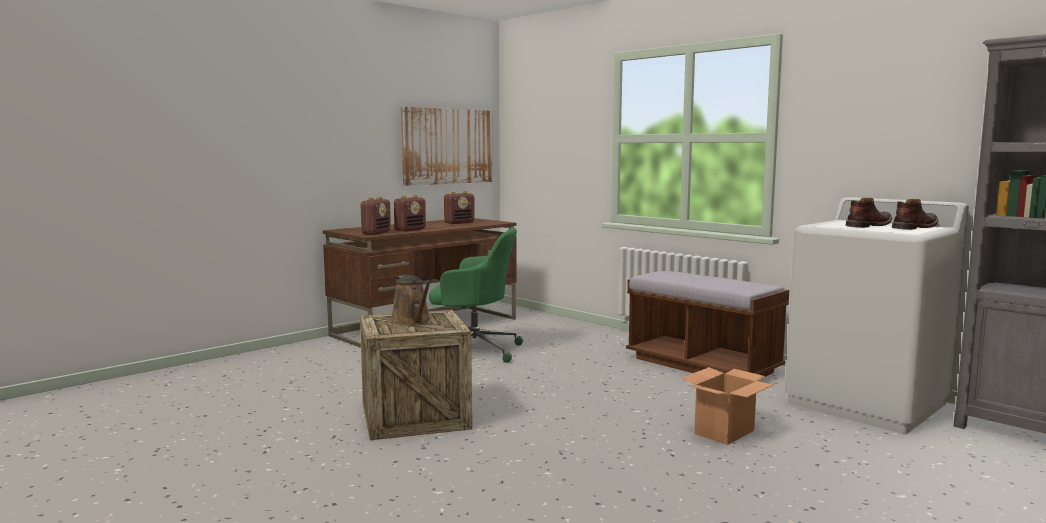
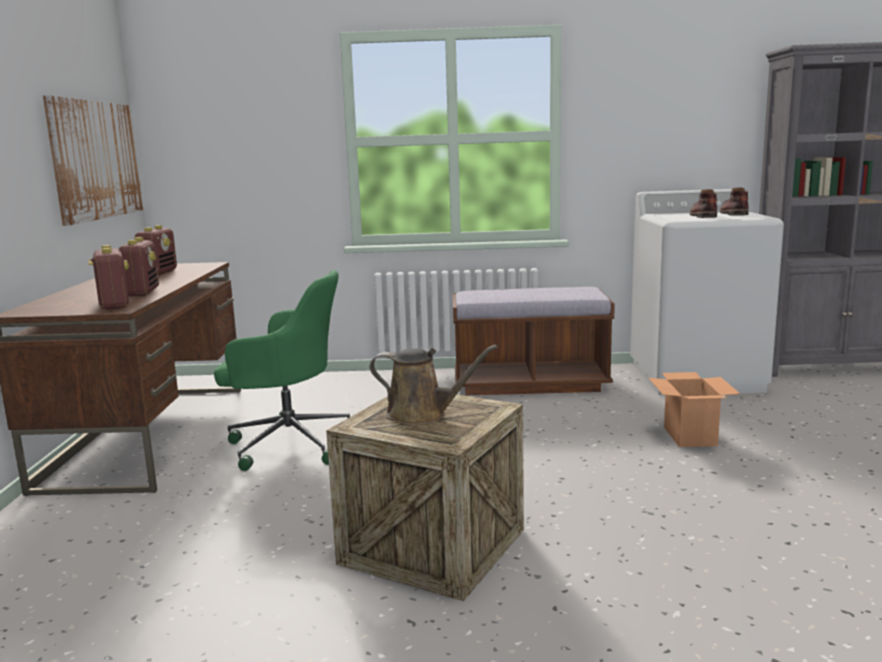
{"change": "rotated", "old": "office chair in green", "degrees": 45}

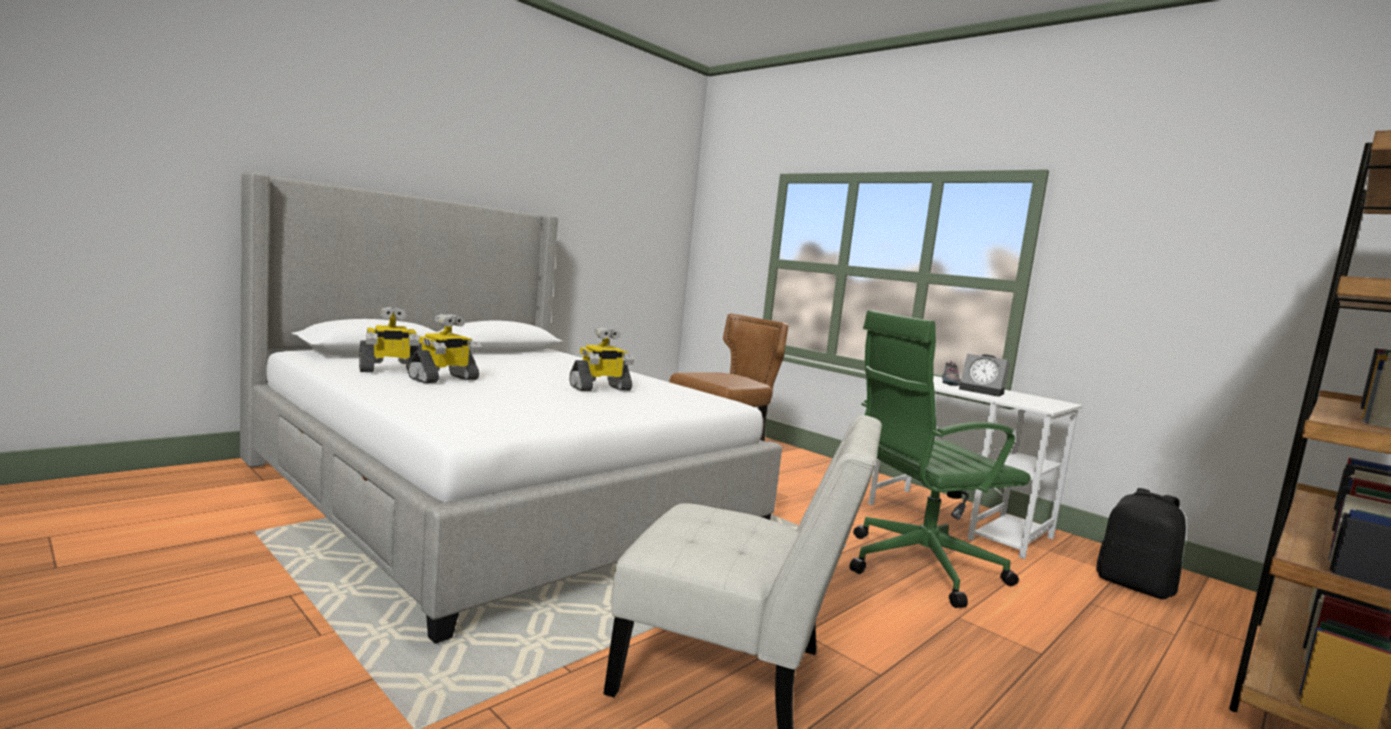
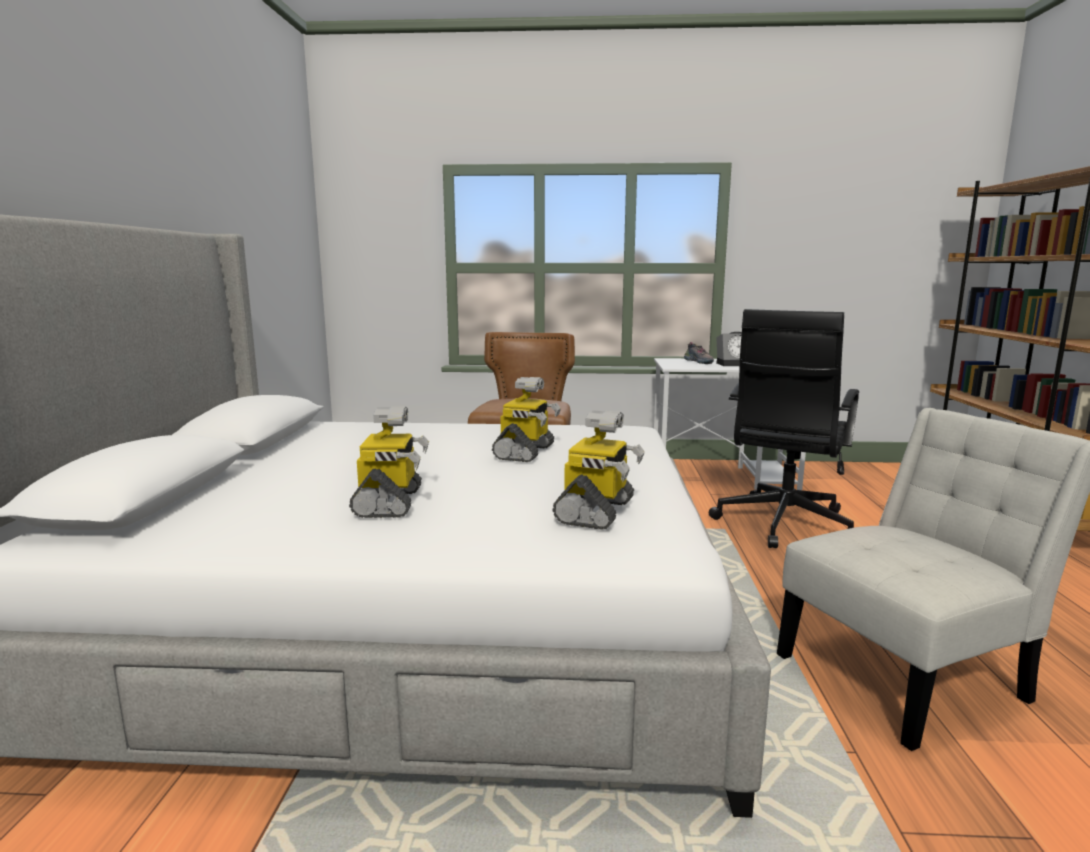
{"change": "shifted", "old": "toy robot (no. 1 from left in the first image)", "new": "toy robot (no. 3 from left)"}
{"change": "repainted", "old": "office chair in green", "new": "office chair in black"}
{"change": "gone", "old": "backpack in black"}

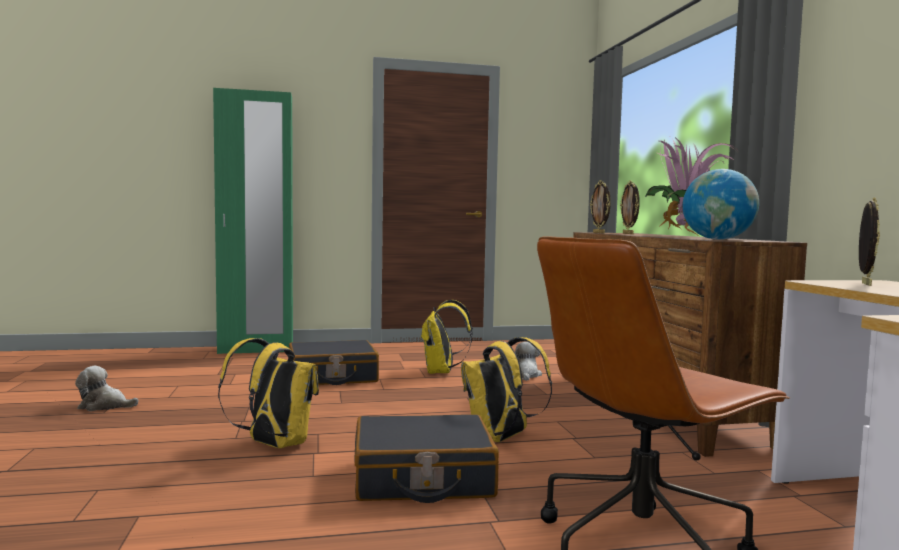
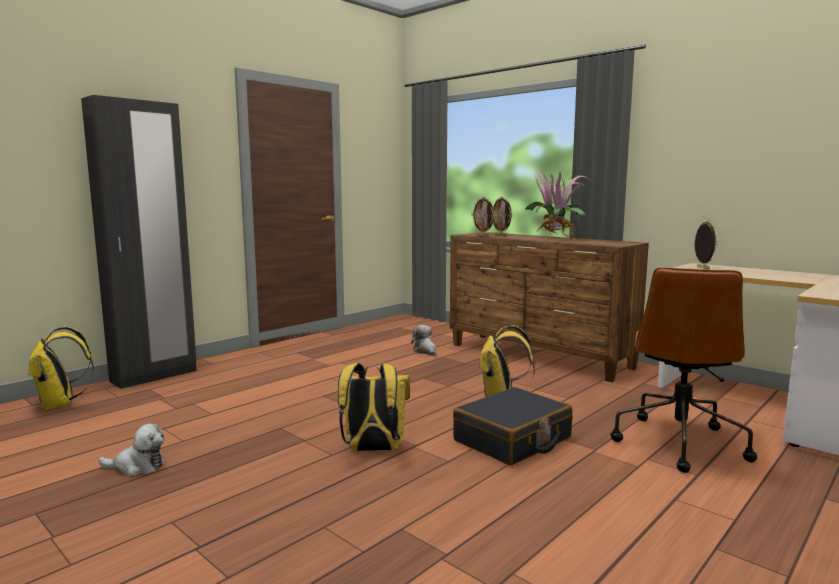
{"change": "rotated", "old": "plush toy (no. 1 from left)", "degrees": -150}
{"change": "repainted", "old": "wardrobe in green", "new": "wardrobe in black"}
{"change": "gone", "old": "suitcase in black (no. 1 from left)"}
{"change": "shifted", "old": "backpack in yellow (no. 2 from left in the first image)", "new": "backpack in yellow (no. 1 from left)"}
{"change": "gone", "old": "globe"}

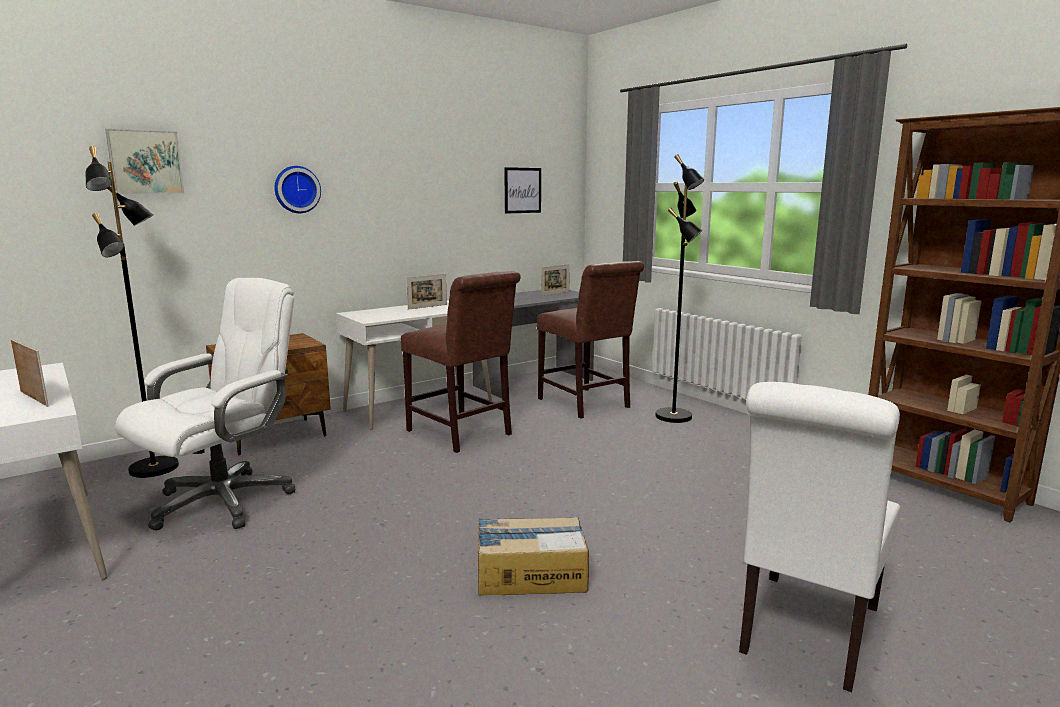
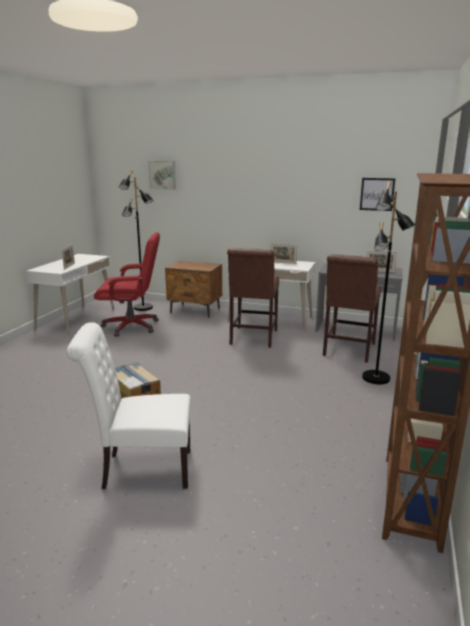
{"change": "repainted", "old": "office chair in white", "new": "office chair in red"}
{"change": "gone", "old": "wall clock"}

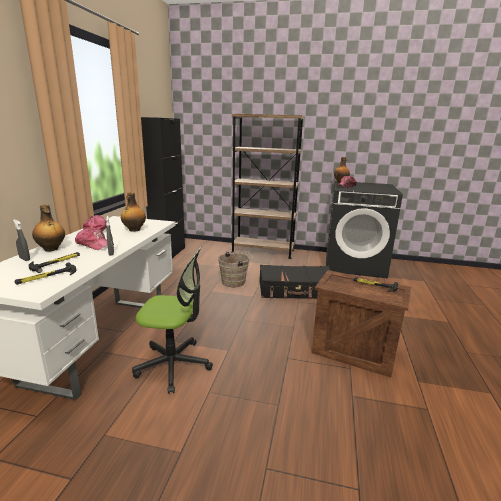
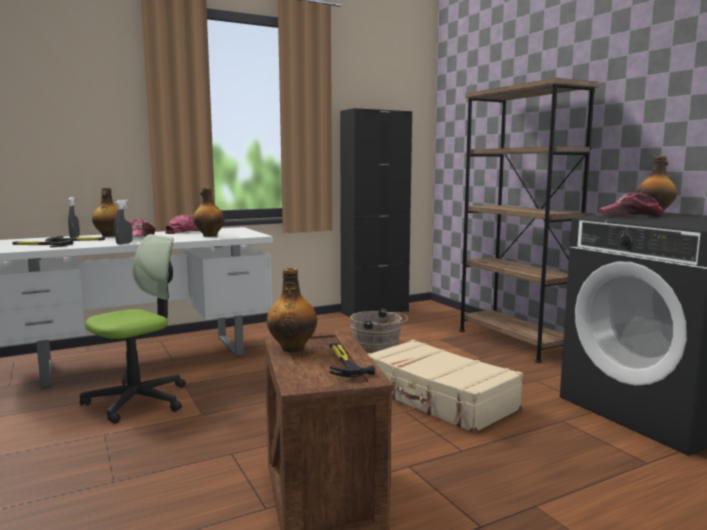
{"change": "rotated", "old": "office chair", "degrees": -105}
{"change": "repainted", "old": "suitcase in black", "new": "suitcase in beige"}
{"change": "new", "new": "bottle (no. 3 from left)"}

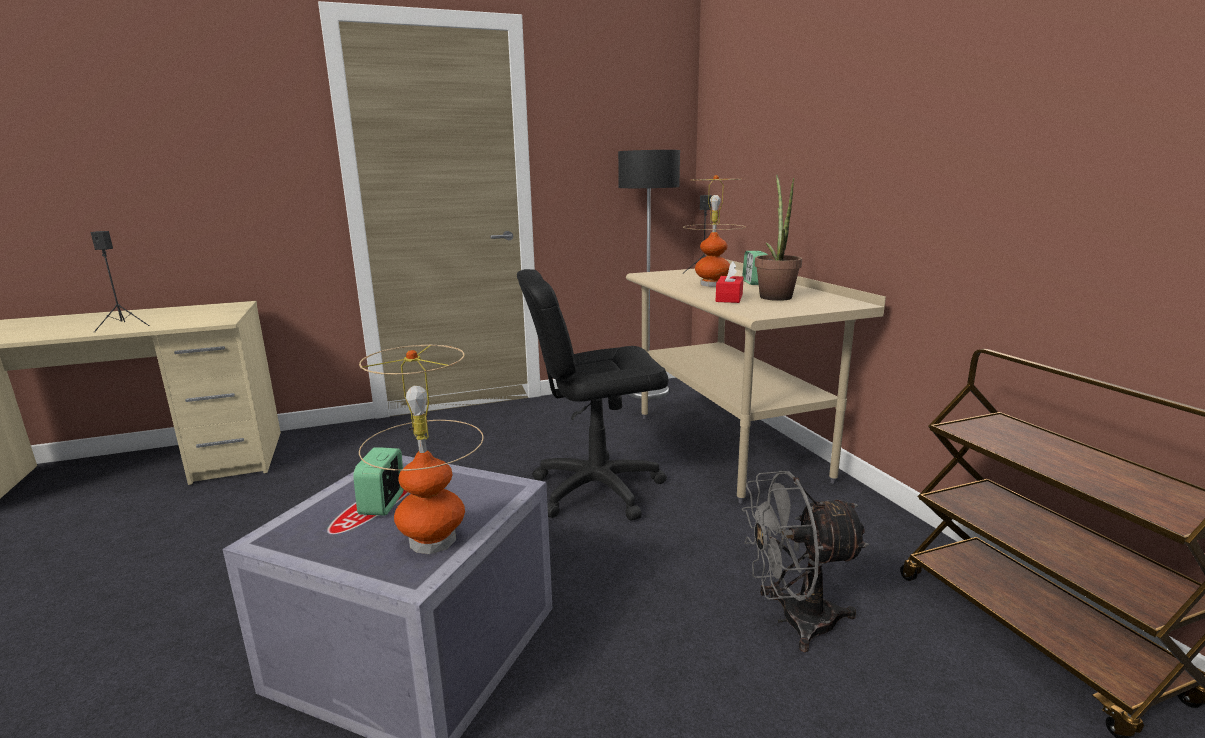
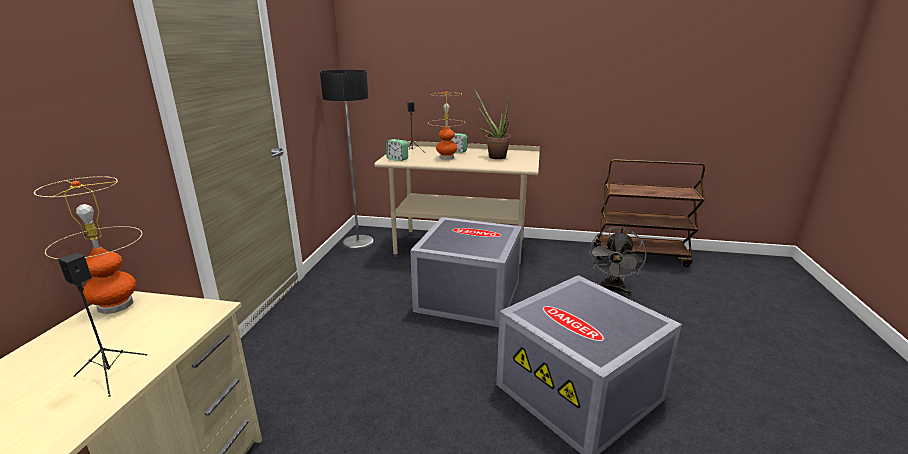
{"change": "shifted", "old": "alarm clock (no. 1 from left)"}
{"change": "shifted", "old": "table lamp (no. 1 from left)"}
{"change": "swapped", "old": "office chair in black", "new": "storage box in grey (no. 1 from left)"}
{"change": "gone", "old": "tissue box in red"}

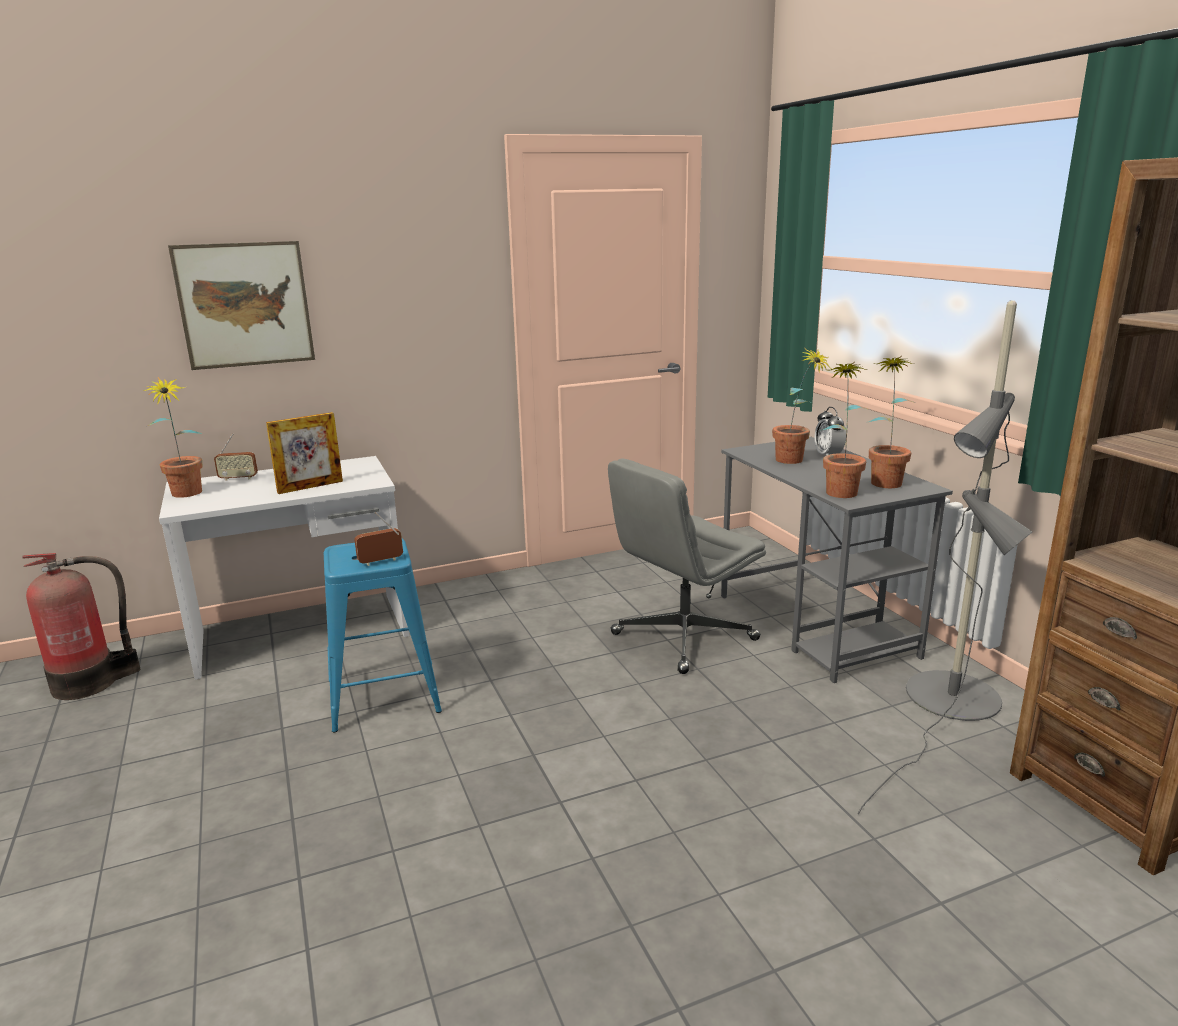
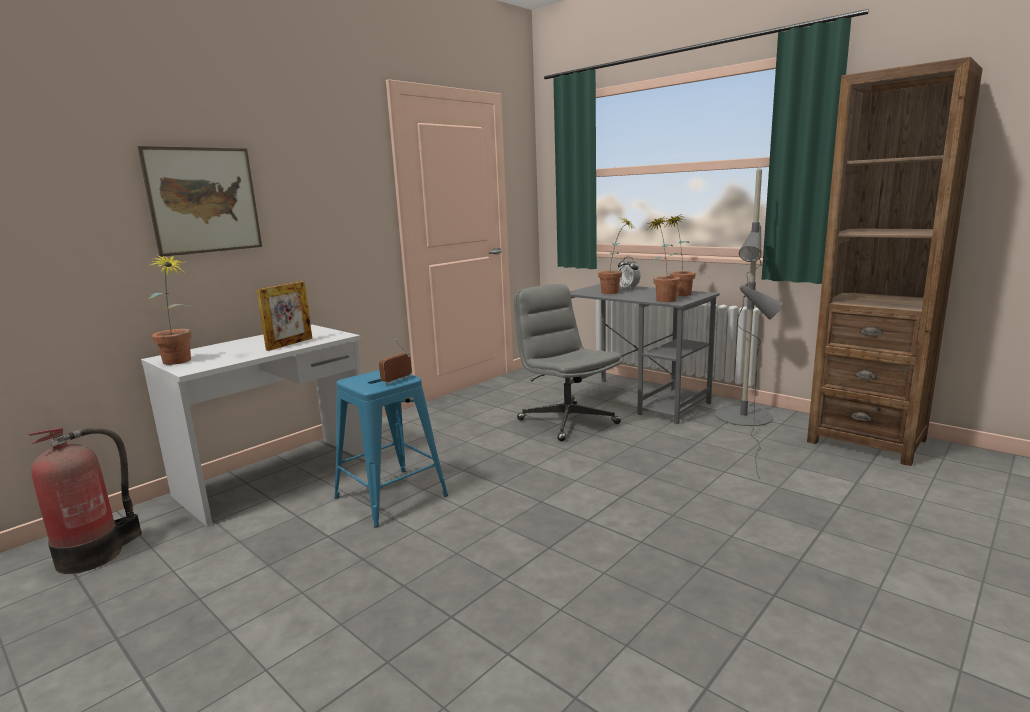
{"change": "gone", "old": "radio (no. 1 from left)"}
{"change": "rotated", "old": "office chair in grey", "degrees": 120}

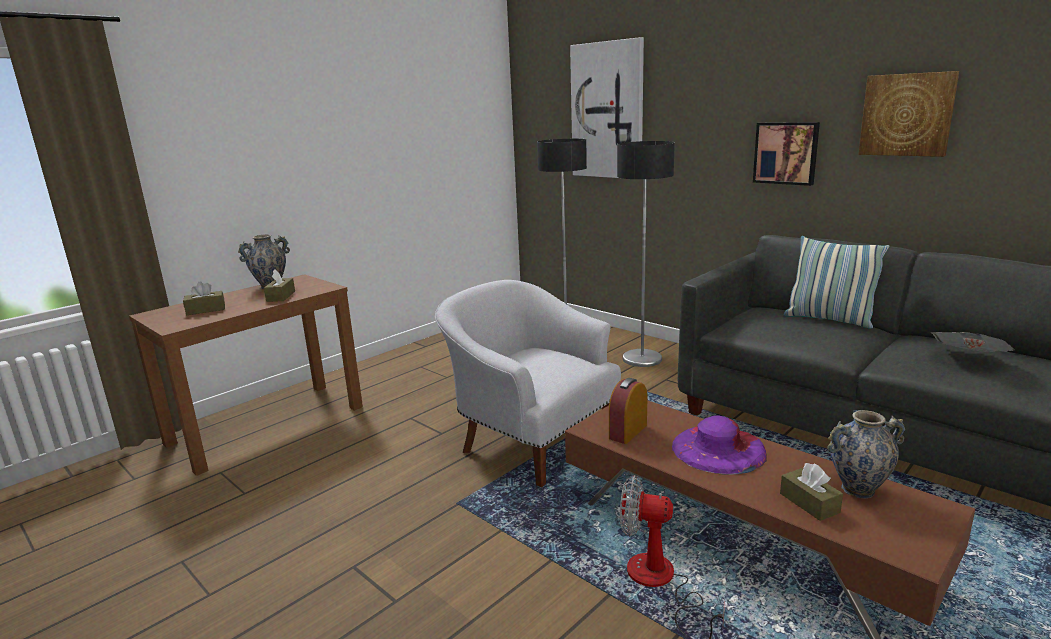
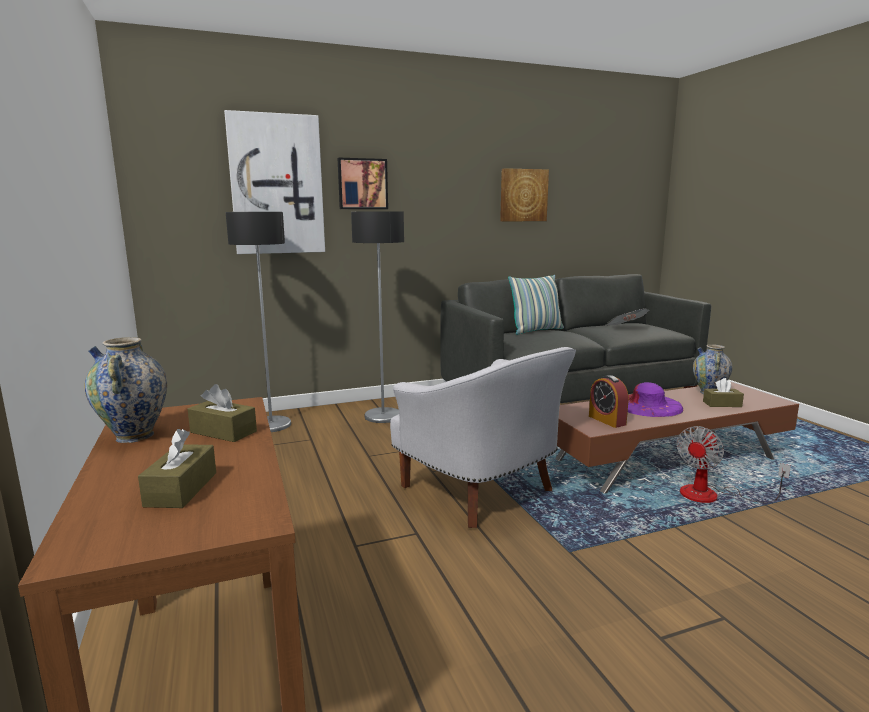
{"change": "rotated", "old": "armchair in white", "degrees": -105}
{"change": "shifted", "old": "picture (no. 2 from left)"}

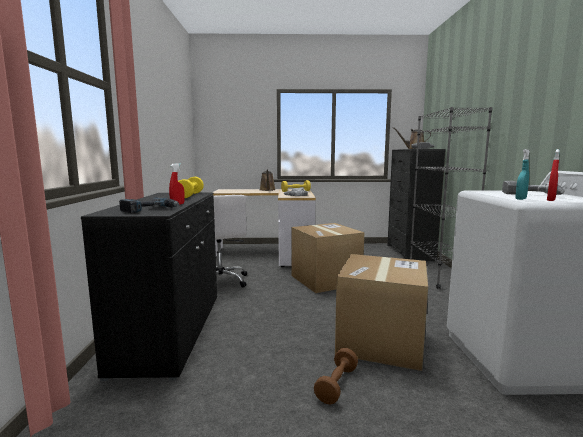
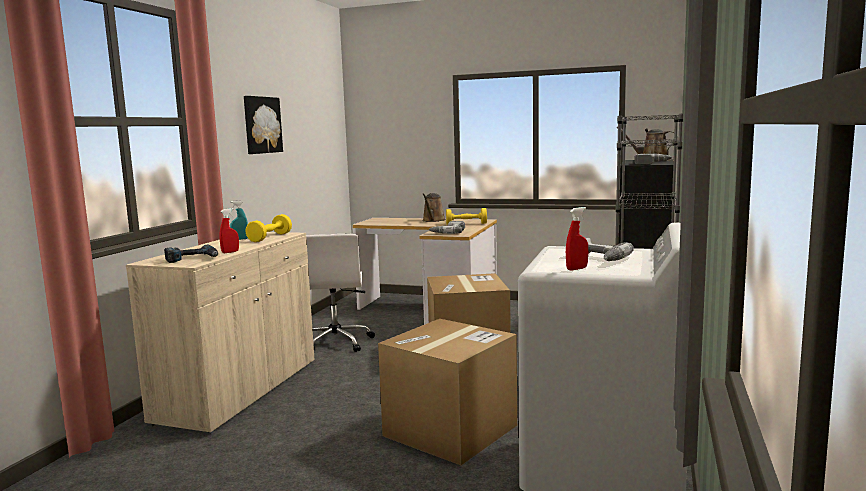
{"change": "repainted", "old": "cabinet in black", "new": "cabinet in beige"}
{"change": "gone", "old": "dumbbell in brown"}
{"change": "shifted", "old": "spray bottle in turquoise"}
{"change": "new", "new": "picture"}

